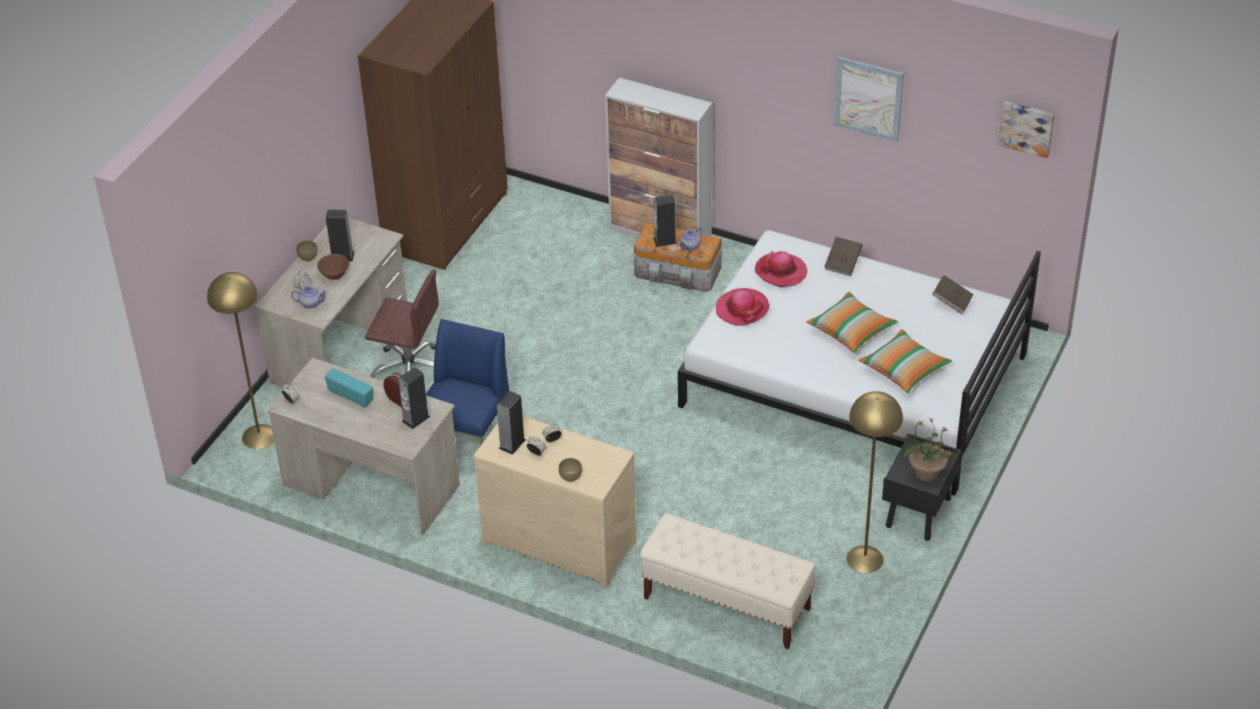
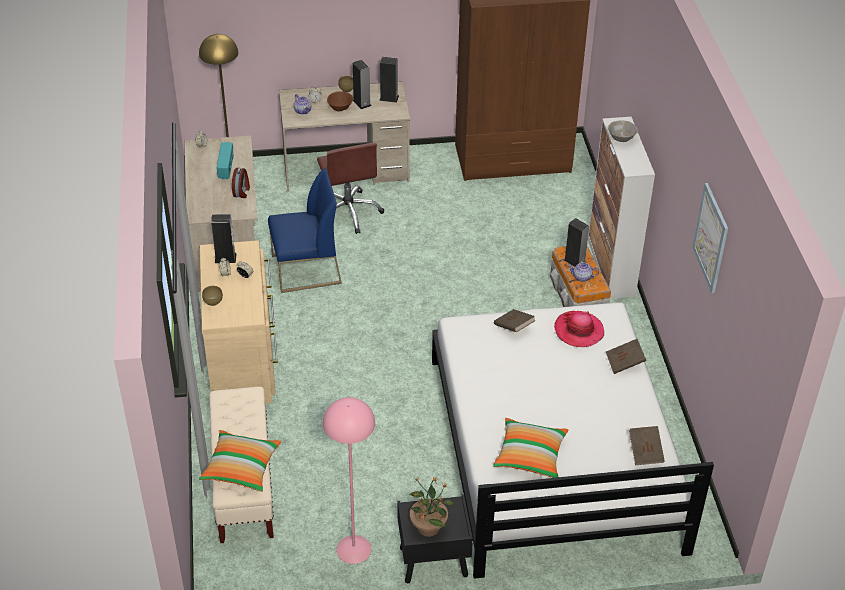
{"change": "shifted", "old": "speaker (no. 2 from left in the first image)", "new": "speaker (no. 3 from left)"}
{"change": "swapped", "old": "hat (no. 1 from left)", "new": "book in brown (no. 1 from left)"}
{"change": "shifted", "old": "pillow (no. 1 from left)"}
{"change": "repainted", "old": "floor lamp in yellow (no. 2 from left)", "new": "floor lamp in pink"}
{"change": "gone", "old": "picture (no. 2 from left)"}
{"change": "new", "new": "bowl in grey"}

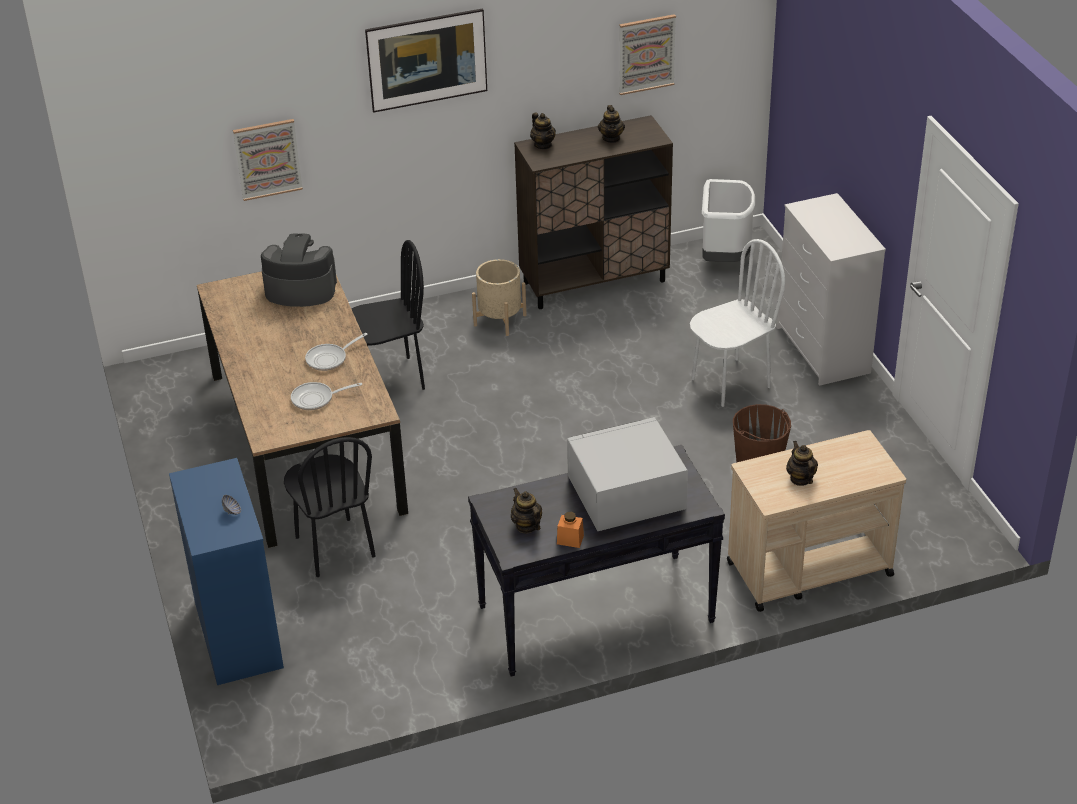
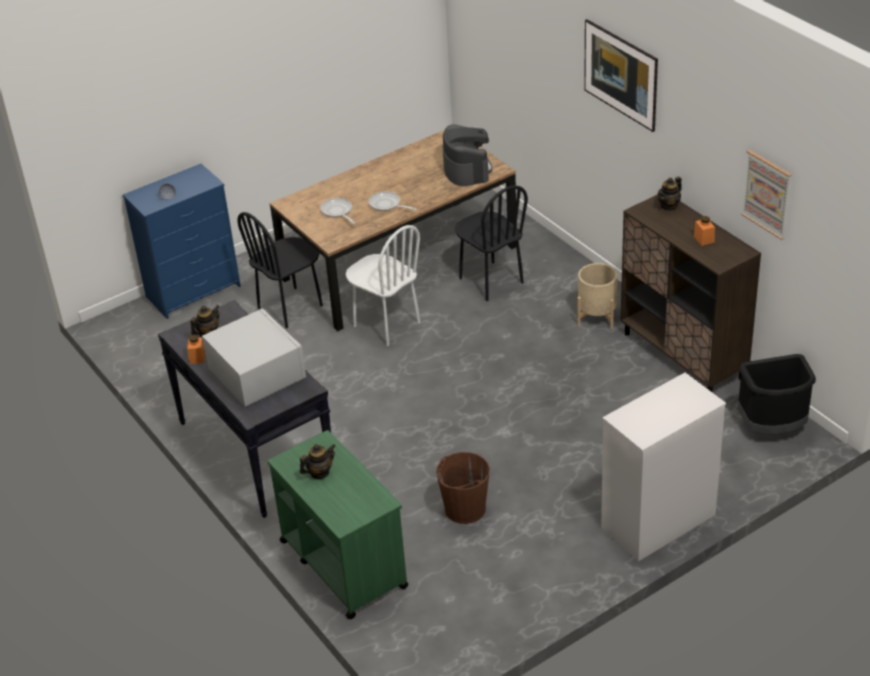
{"change": "gone", "old": "picture (no. 1 from left)"}
{"change": "swapped", "old": "teapot (no. 3 from left)", "new": "jar in orange (no. 2 from left)"}
{"change": "shifted", "old": "chair in white"}
{"change": "repainted", "old": "trash can in white", "new": "trash can in black"}
{"change": "repainted", "old": "cart in beige", "new": "cart in green"}

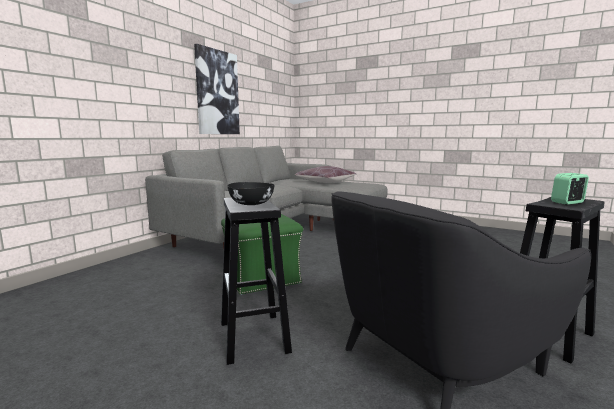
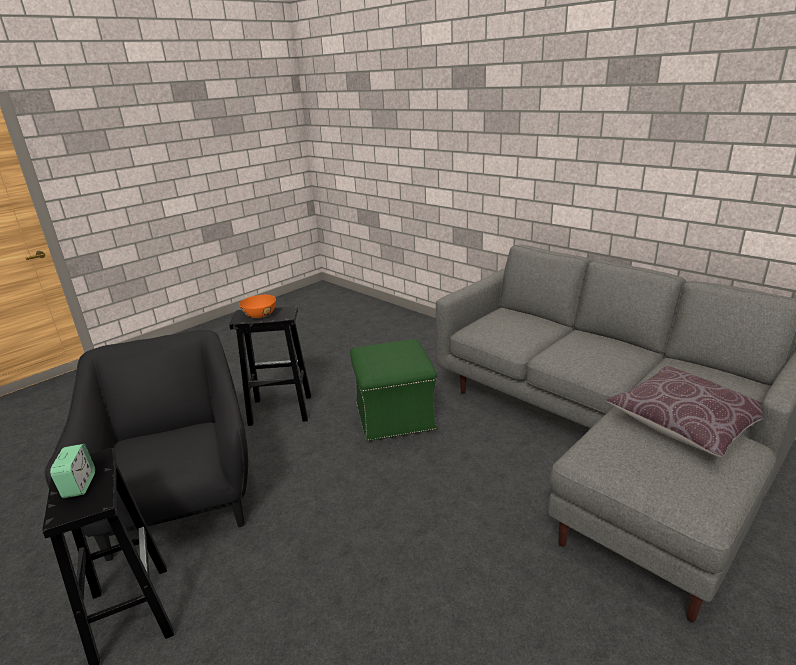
{"change": "gone", "old": "picture"}
{"change": "repainted", "old": "bowl in black", "new": "bowl in orange"}

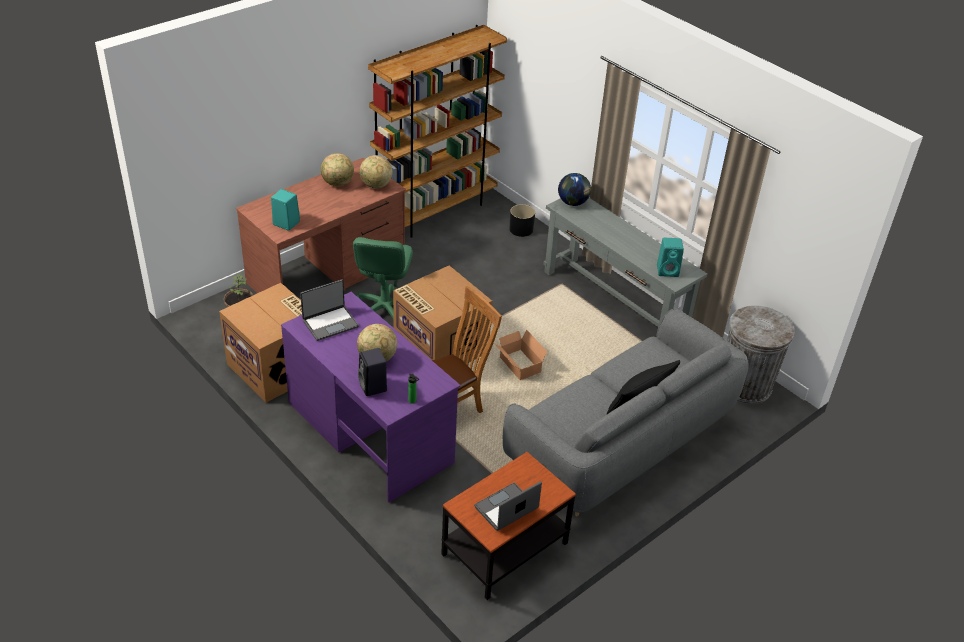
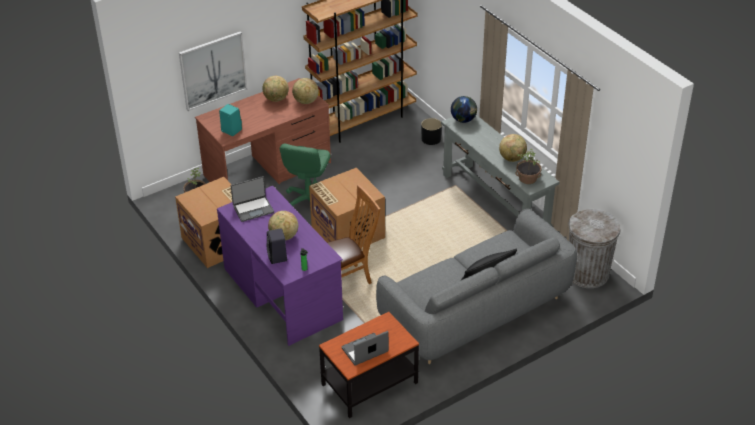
{"change": "gone", "old": "cardboard box (no. 3 from left)"}
{"change": "swapped", "old": "speaker in turquoise (no. 2 from left)", "new": "potted plant (no. 2 from left)"}
{"change": "new", "new": "picture"}
{"change": "new", "new": "globe (no. 5 from left)"}

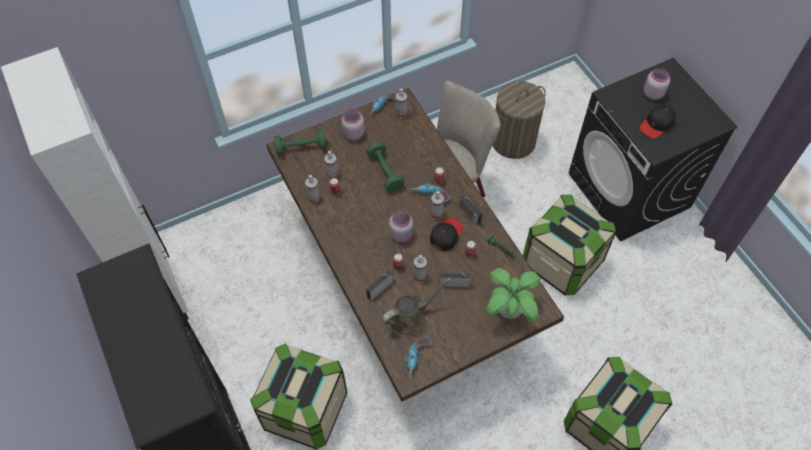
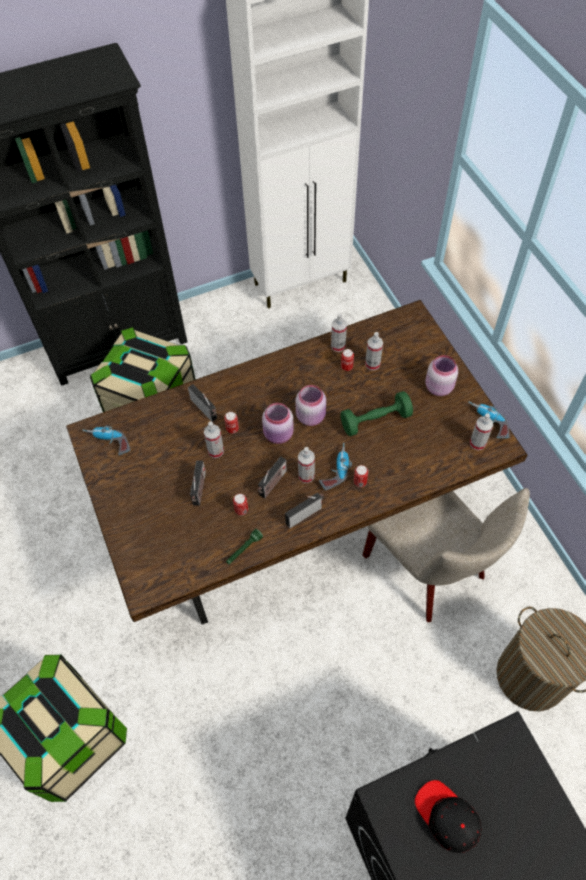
{"change": "gone", "old": "dumbbell in green (no. 1 from left)"}
{"change": "gone", "old": "watering can in brown"}
{"change": "swapped", "old": "cap in black (no. 1 from left)", "new": "radio (no. 3 from left)"}
{"change": "gone", "old": "potted plant"}
{"change": "gone", "old": "storage box (no. 2 from left)"}
{"change": "shifted", "old": "jar in pink (no. 3 from left in the first image)", "new": "jar in pink (no. 2 from left)"}

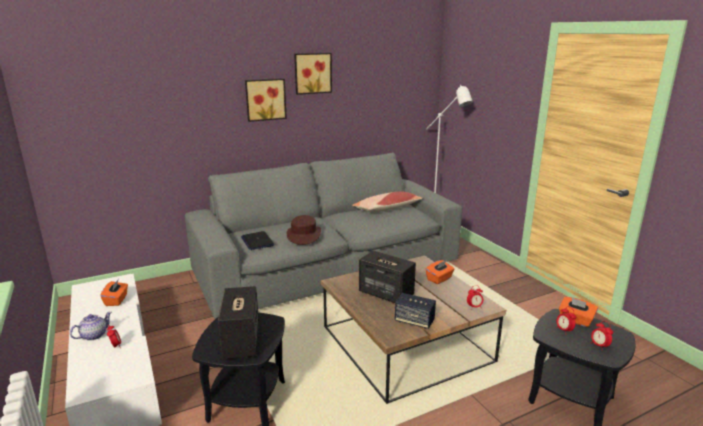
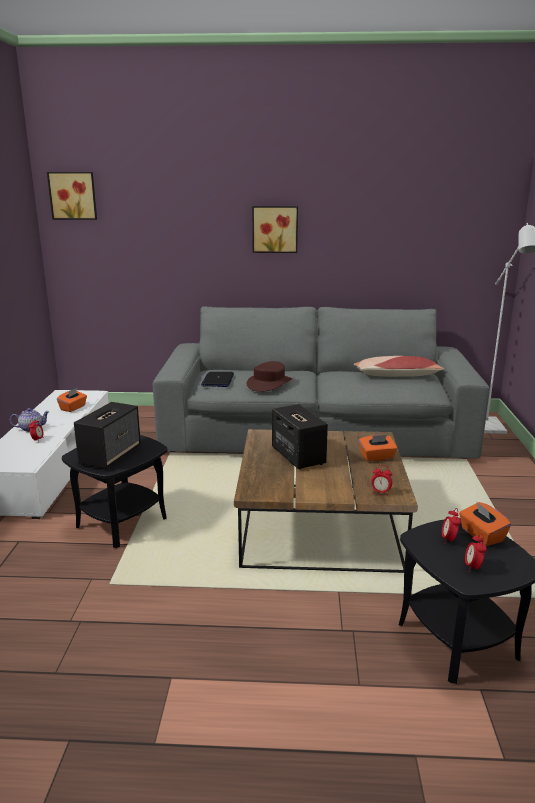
{"change": "shifted", "old": "picture (no. 2 from left in the first image)", "new": "picture (no. 1 from left)"}
{"change": "gone", "old": "speaker (no. 3 from left)"}

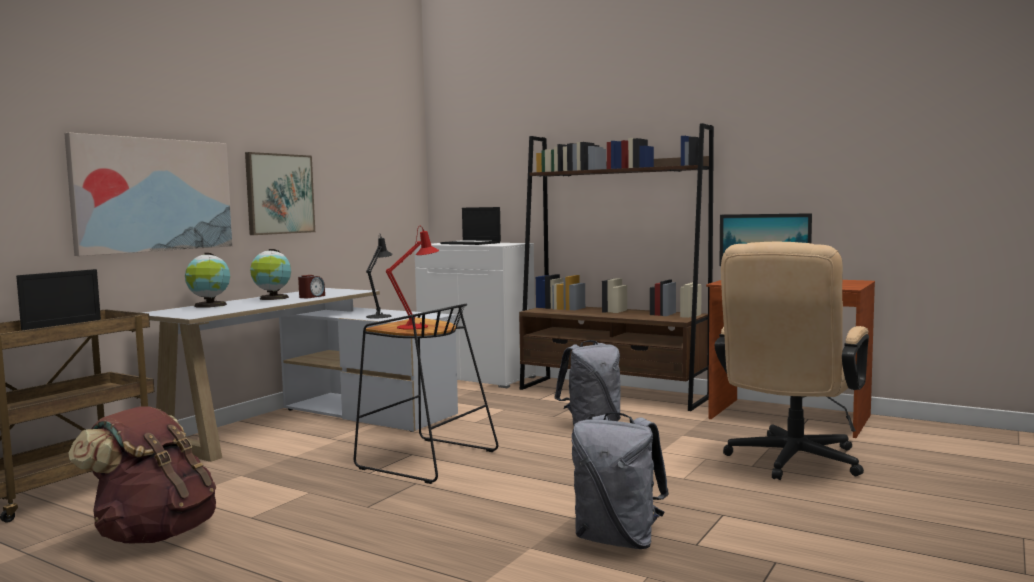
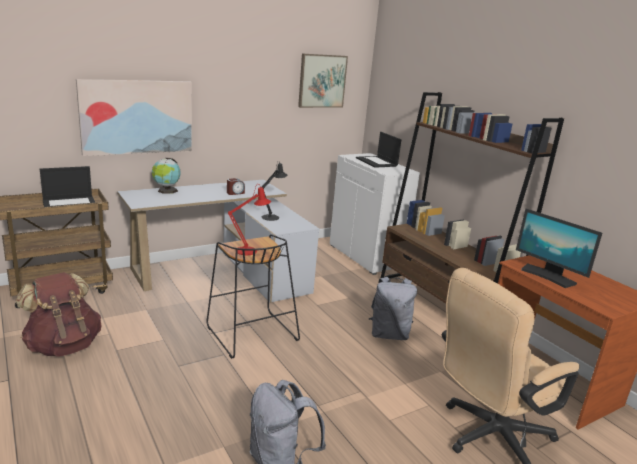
{"change": "shifted", "old": "picture (no. 2 from left)"}
{"change": "gone", "old": "globe (no. 2 from left)"}

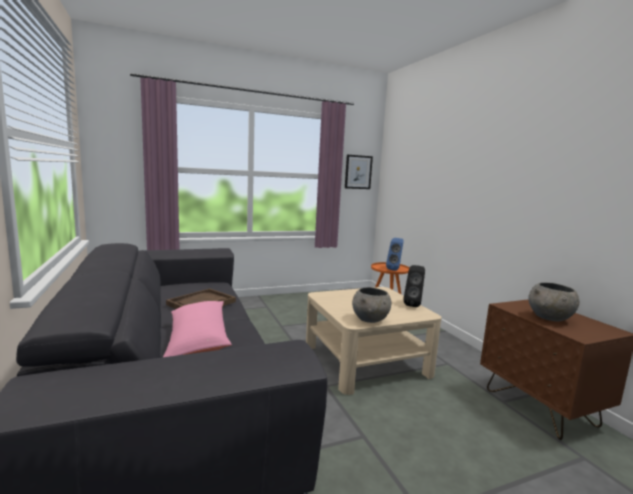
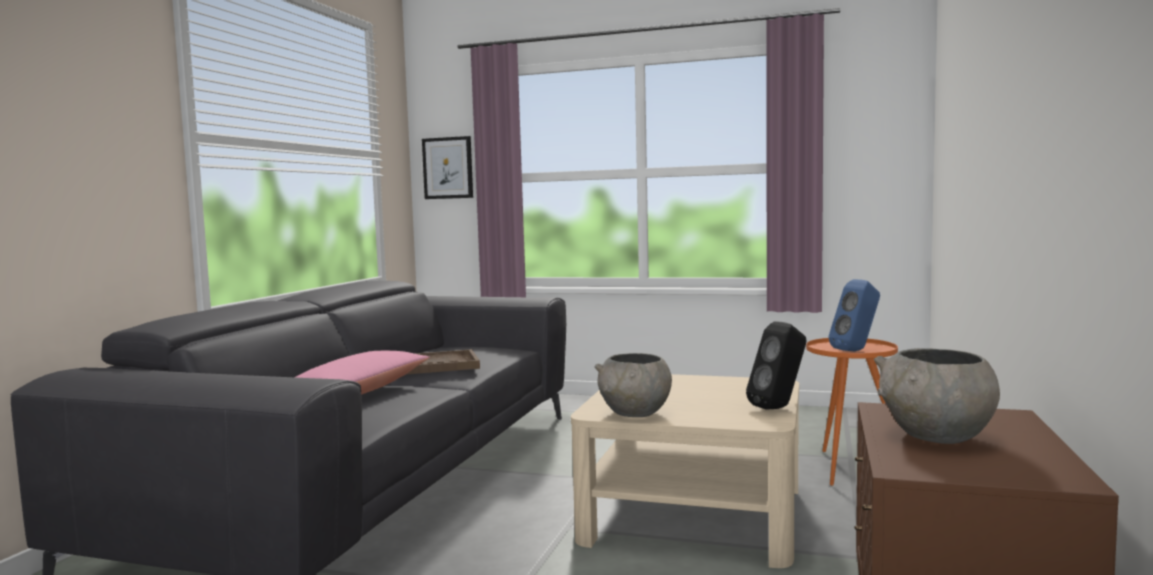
{"change": "shifted", "old": "picture"}

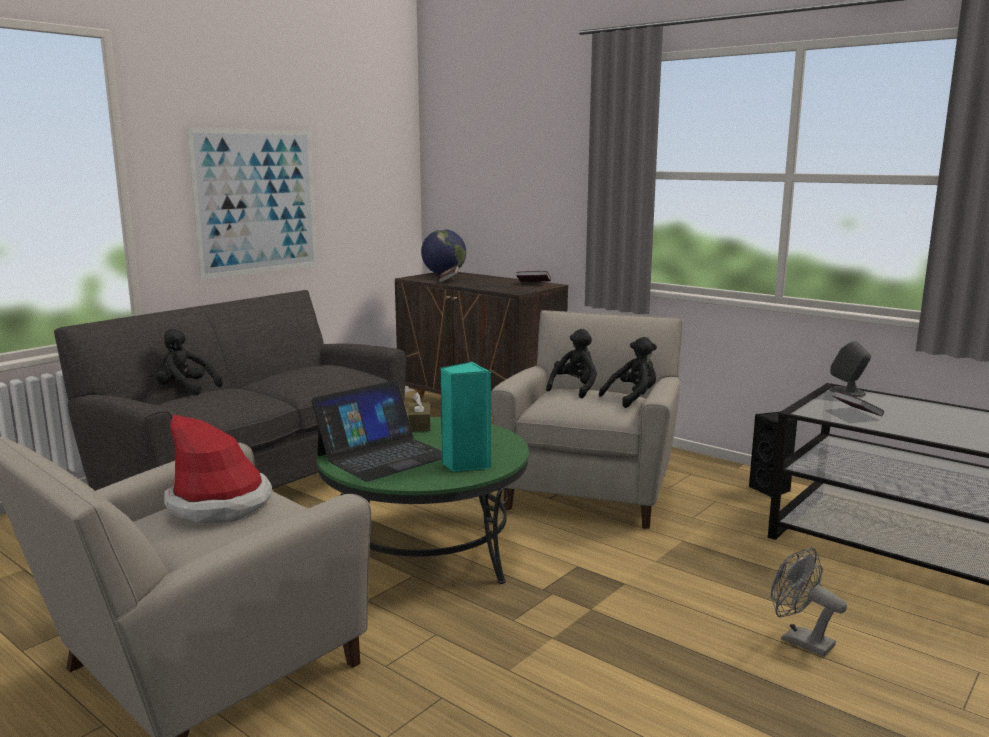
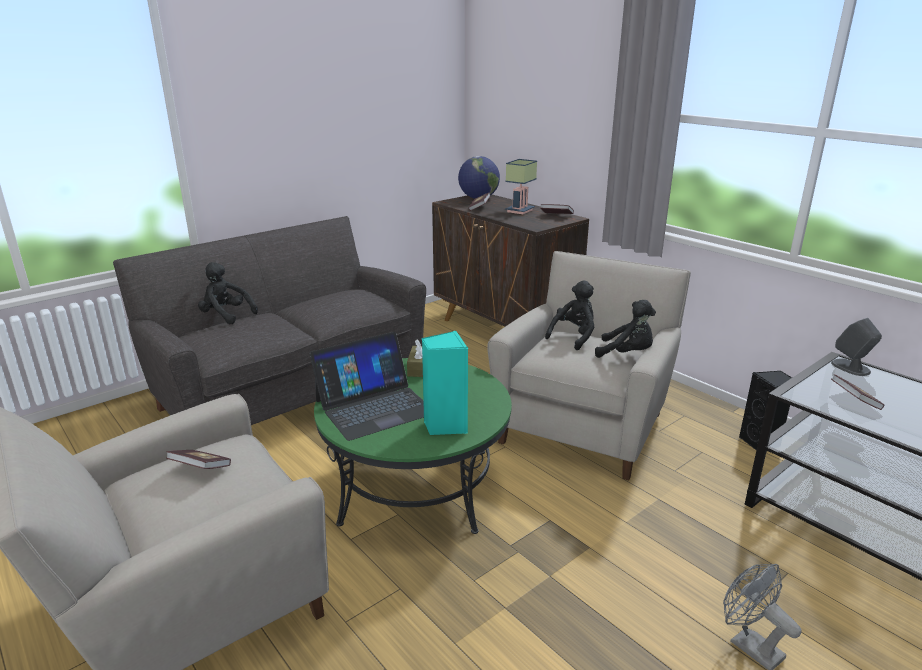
{"change": "swapped", "old": "hat", "new": "book (no. 1 from left)"}
{"change": "gone", "old": "picture"}
{"change": "rotated", "old": "plush toy in black (no. 3 from left)", "degrees": 45}
{"change": "new", "new": "table lamp"}

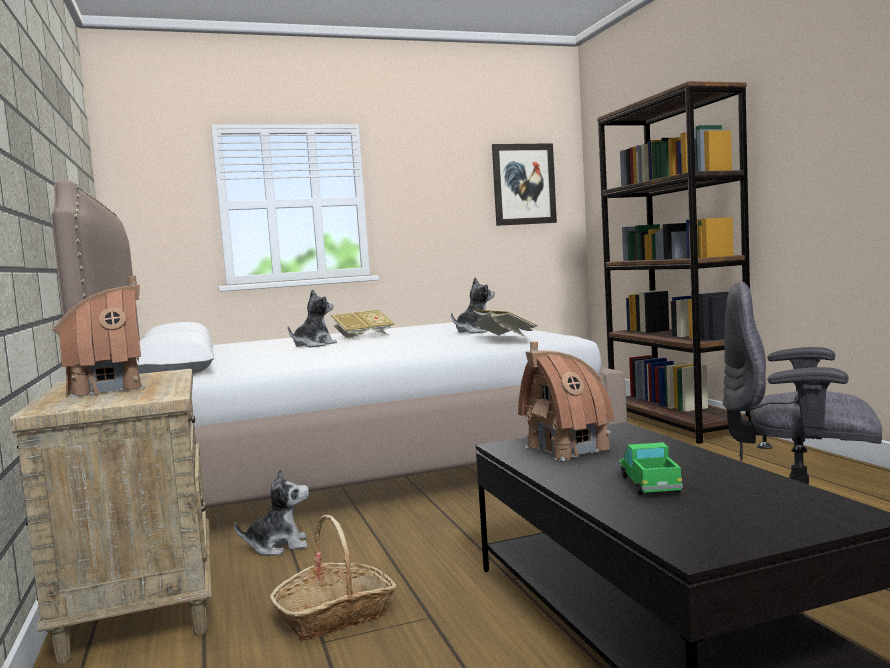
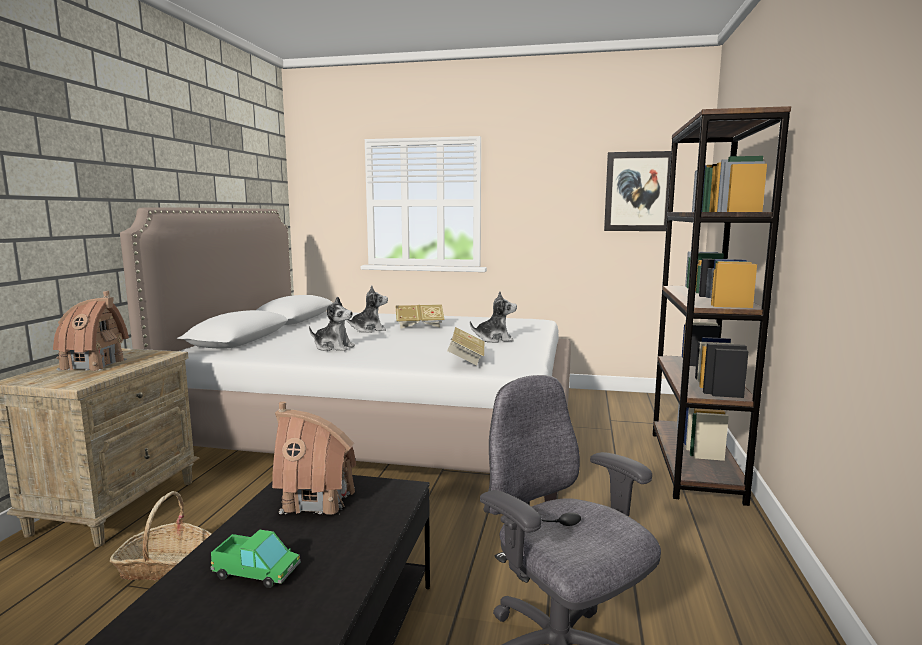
{"change": "shifted", "old": "plush toy (no. 1 from left)"}
{"change": "rotated", "old": "toy truck", "degrees": 75}

